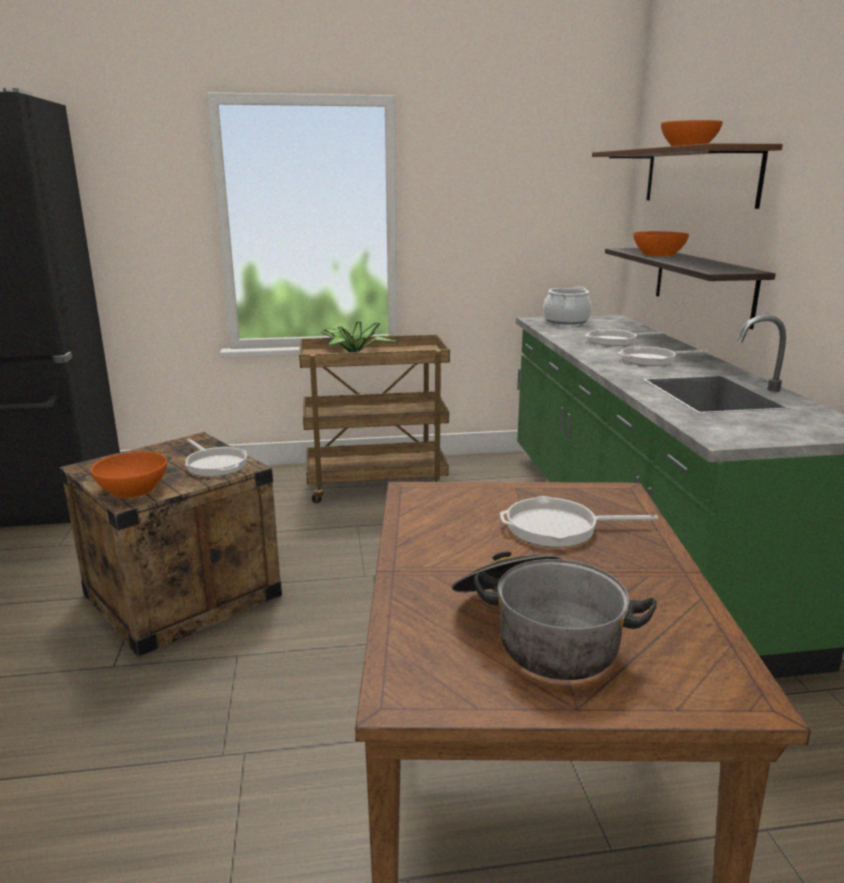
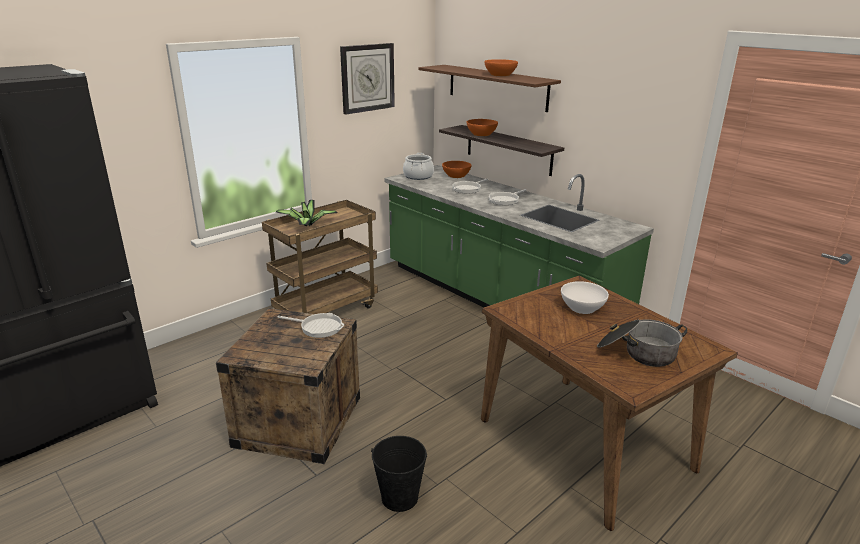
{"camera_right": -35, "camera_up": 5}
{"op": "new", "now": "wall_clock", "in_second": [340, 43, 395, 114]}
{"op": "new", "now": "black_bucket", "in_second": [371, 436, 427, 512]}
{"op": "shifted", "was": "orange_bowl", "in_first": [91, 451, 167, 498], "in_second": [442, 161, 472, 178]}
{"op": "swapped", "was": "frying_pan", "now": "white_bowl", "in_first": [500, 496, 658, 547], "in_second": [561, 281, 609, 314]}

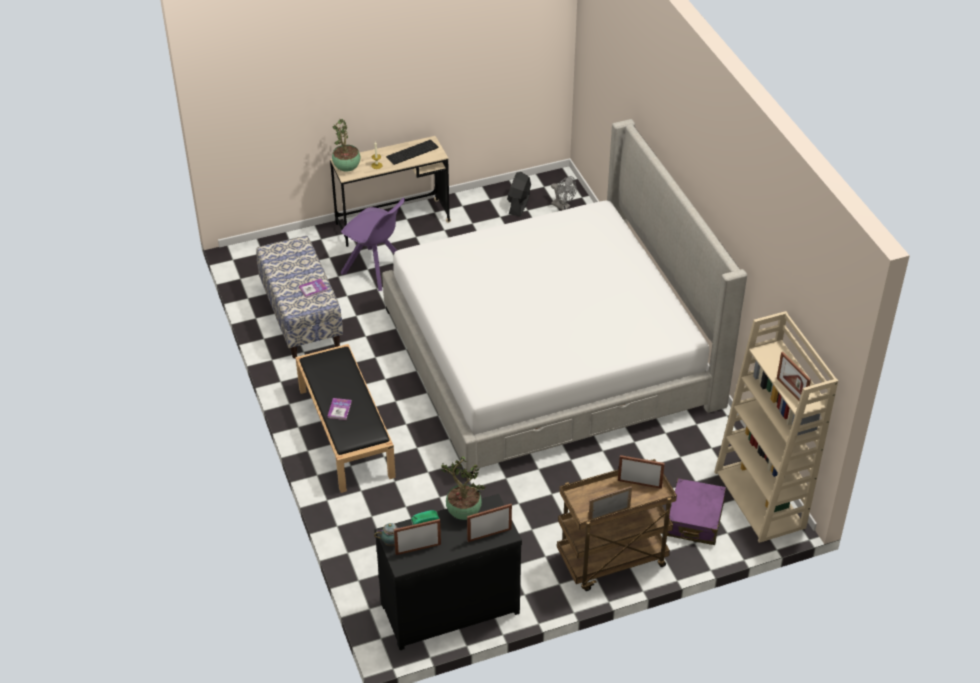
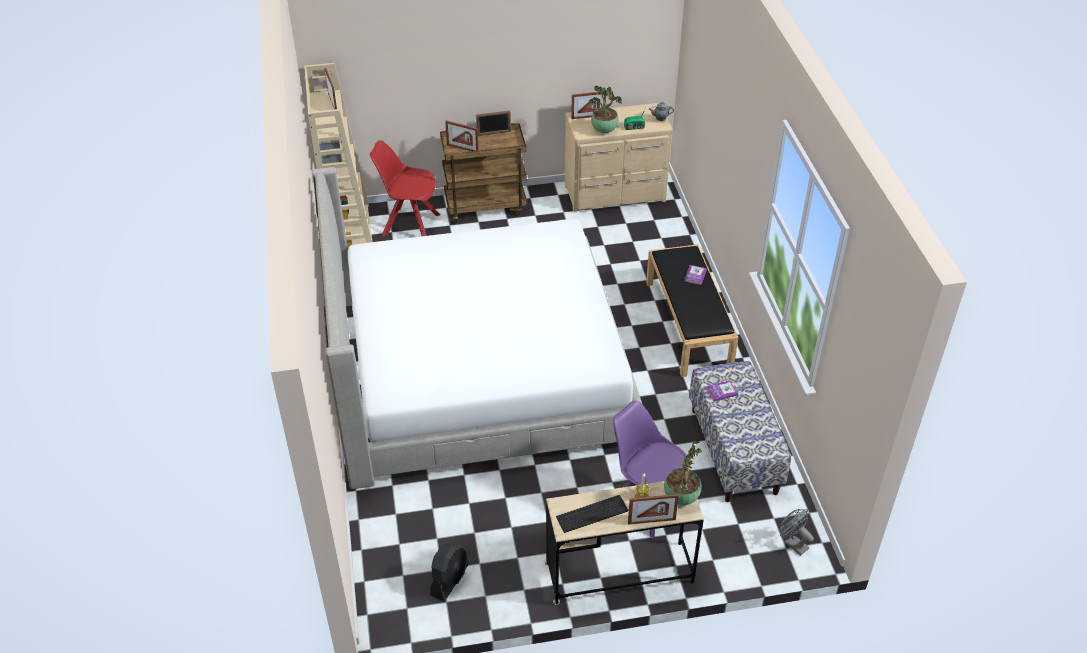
{"camera_right": -170, "camera_up": 0}
{"op": "swapped", "was": "purple_suitcase", "now": "red_chair", "in_first": [667, 478, 726, 545], "in_second": [370, 140, 440, 237]}
{"op": "repainted", "was": "black_dresser", "now": "beige_dresser", "in_first": [375, 494, 522, 650], "in_second": [565, 103, 673, 212]}
{"op": "shifted", "was": "picture_frame", "in_first": [394, 519, 441, 555], "in_second": [628, 494, 679, 525]}
{"op": "shifted", "was": "grey_fan", "in_first": [551, 176, 577, 210], "in_second": [780, 509, 814, 556]}

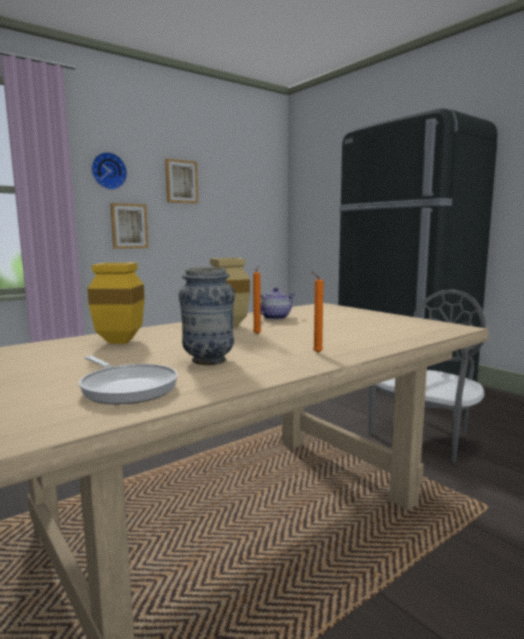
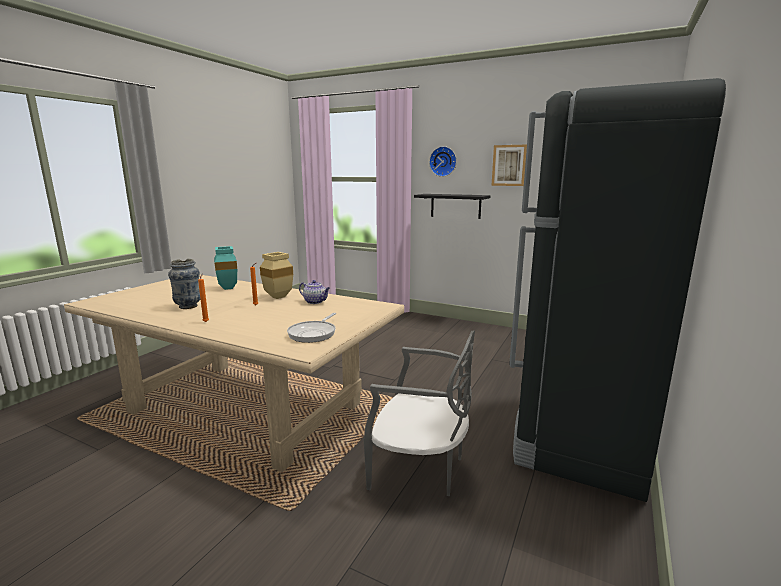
{"camera_right": 65, "camera_up": 5}
{"op": "repainted", "was": "yellow_vase", "now": "turquoise_vase", "in_first": [87, 263, 145, 344], "in_second": [214, 246, 237, 290]}
{"op": "shifted", "was": "frying_pan", "in_first": [79, 356, 178, 404], "in_second": [287, 313, 336, 343]}
{"op": "swapped", "was": "picture", "now": "black_shelf", "in_first": [110, 203, 149, 249], "in_second": [414, 194, 490, 219]}

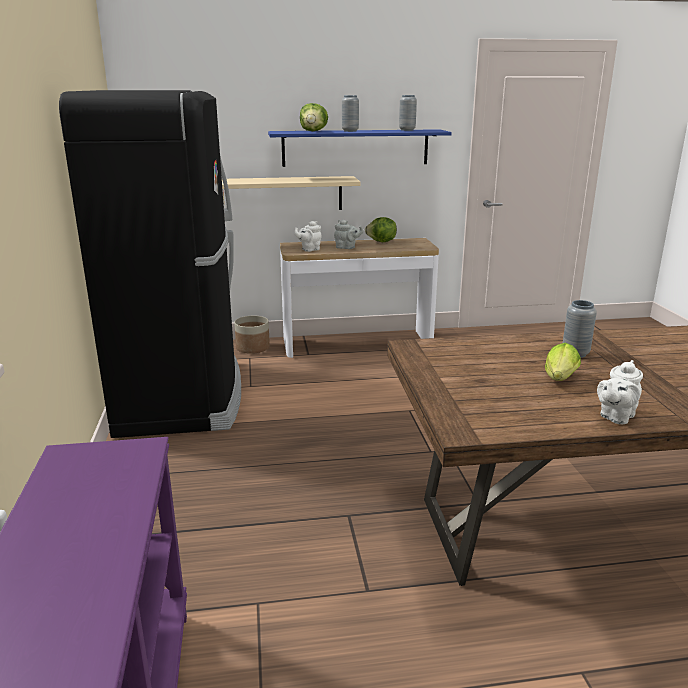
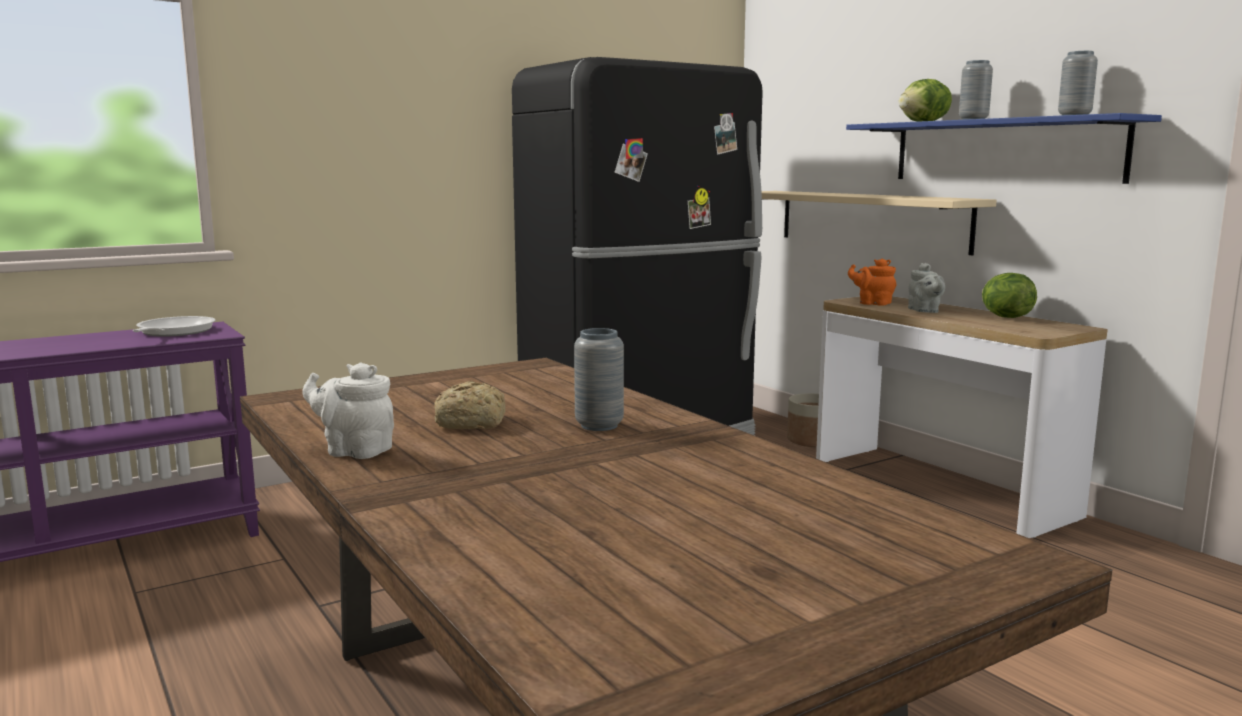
{"camera_right": 65, "camera_up": -10}
{"op": "new", "now": "frying_pan", "in_second": [133, 316, 216, 337]}
{"op": "swapped", "was": "lettuce", "now": "bread", "in_first": [545, 343, 581, 381], "in_second": [434, 381, 506, 429]}
{"op": "repainted", "was": "white_teapot", "now": "orange_teapot", "in_first": [295, 221, 321, 252], "in_second": [848, 259, 896, 306]}

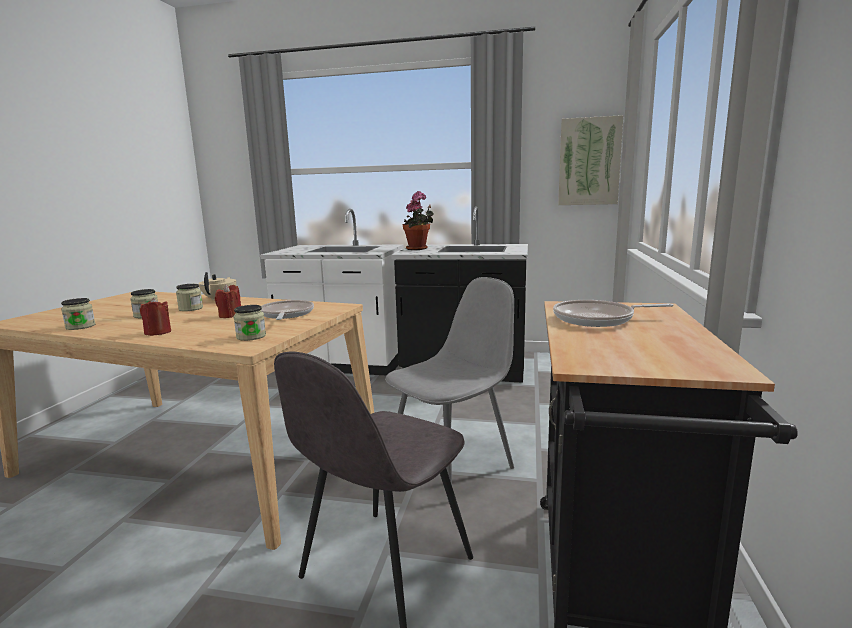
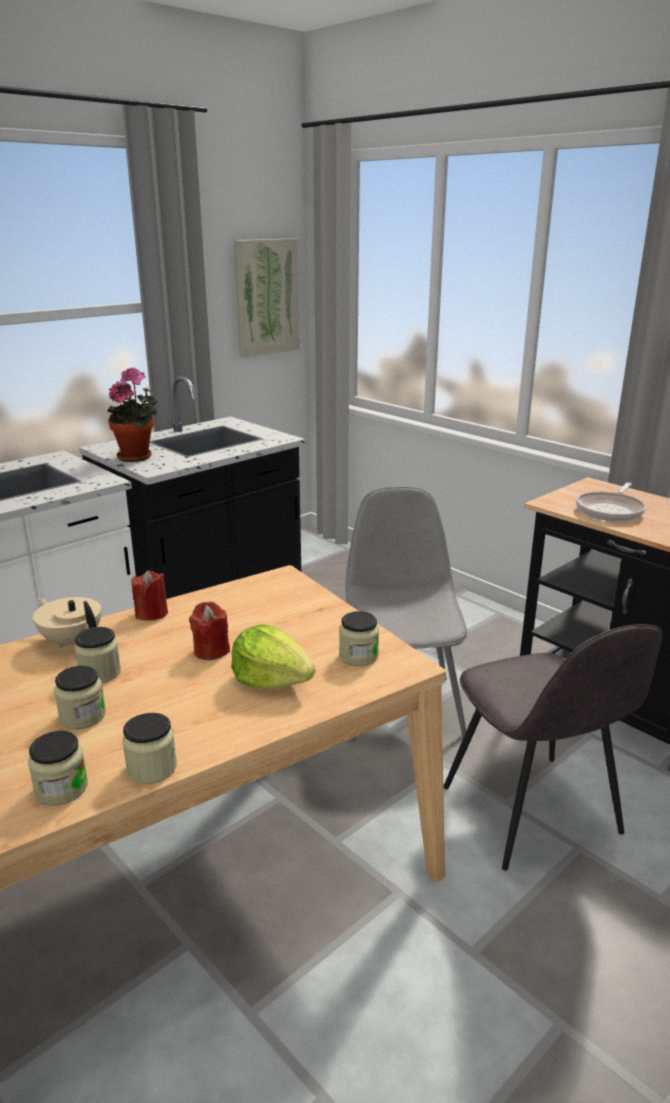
{"camera_right": -55, "camera_up": 10}
{"op": "new", "now": "jar", "in_second": [122, 713, 177, 784]}
{"op": "shifted", "was": "red_candle", "in_first": [140, 298, 171, 336], "in_second": [131, 570, 168, 621]}
{"op": "new", "now": "lettuce", "in_second": [231, 624, 315, 689]}
{"op": "gone", "was": "frying_pan", "in_first": [261, 300, 314, 320]}

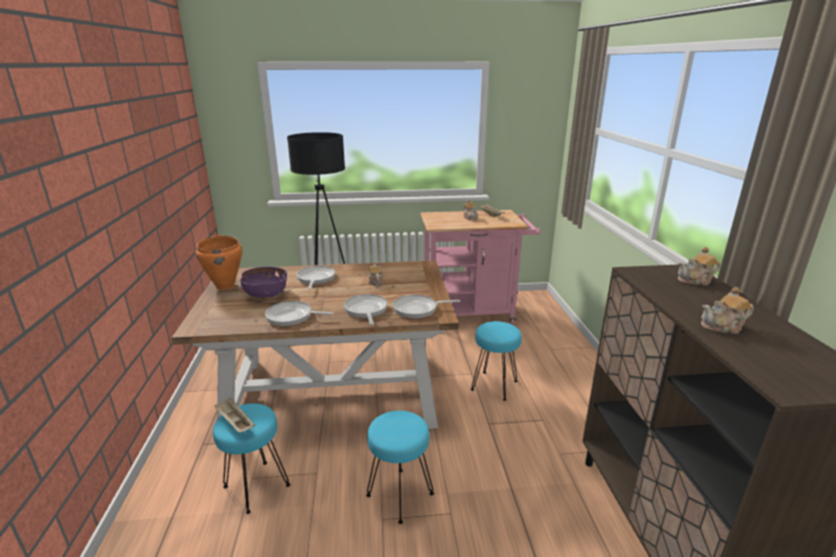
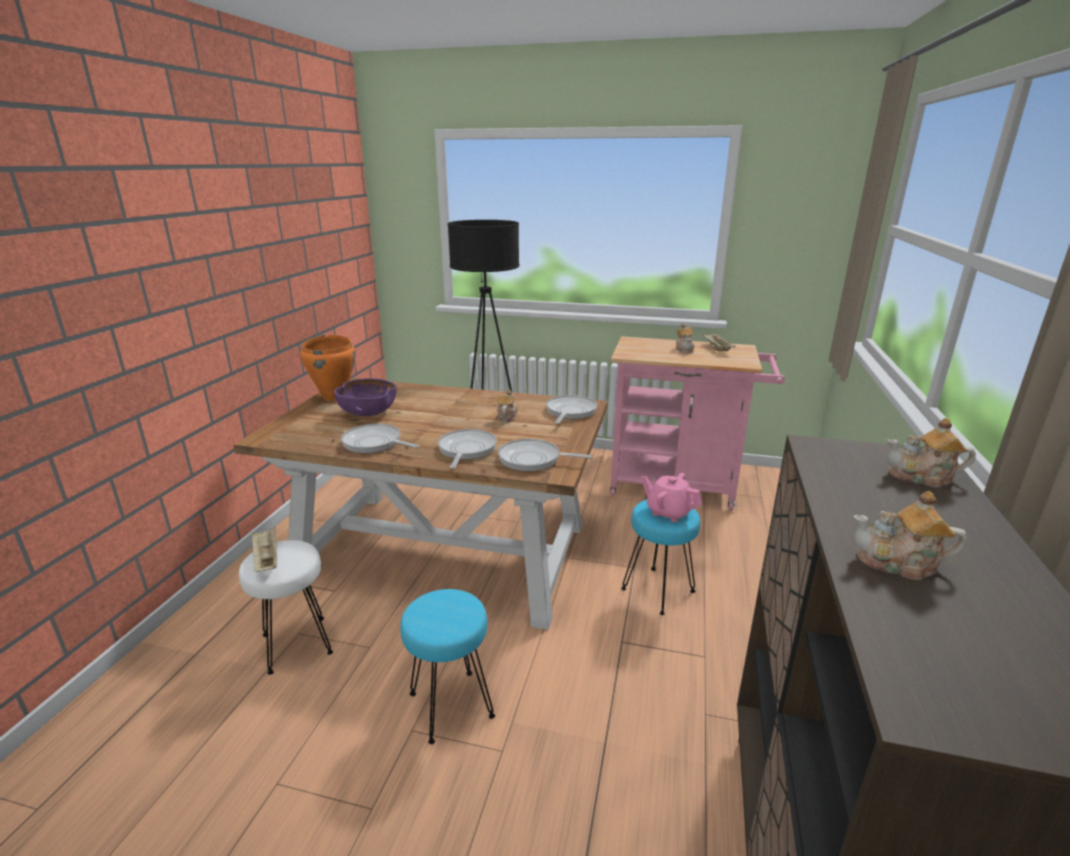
{"camera_right": 20, "camera_up": 0}
{"op": "repainted", "was": "turquoise_stool", "now": "white_stool", "in_first": [213, 403, 290, 514], "in_second": [239, 540, 333, 675]}
{"op": "shifted", "was": "frying_pan", "in_first": [297, 266, 335, 290], "in_second": [546, 395, 597, 424]}
{"op": "new", "now": "pink_teapot", "in_second": [641, 473, 702, 522]}

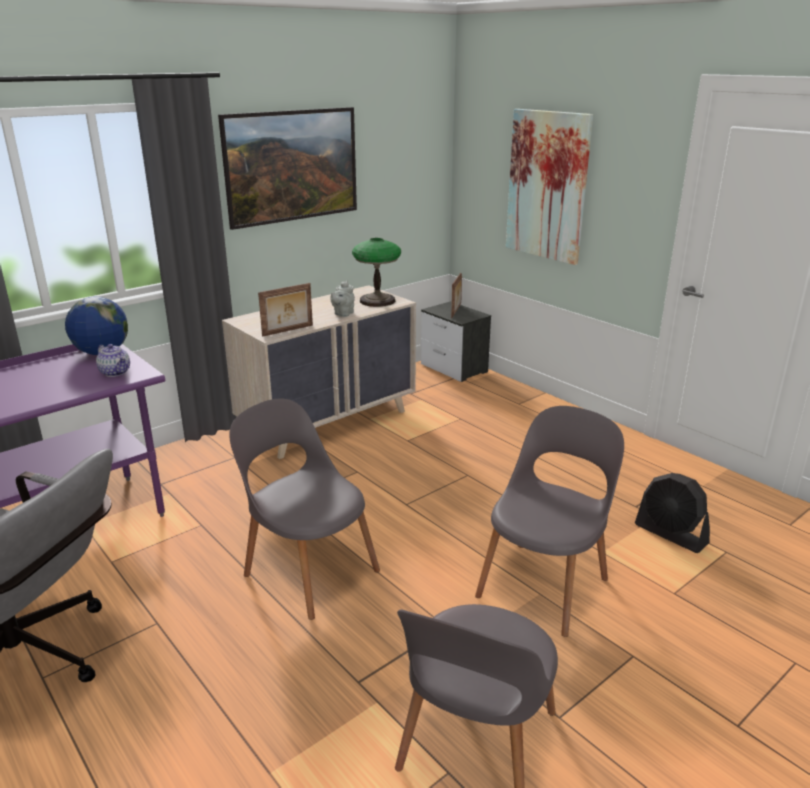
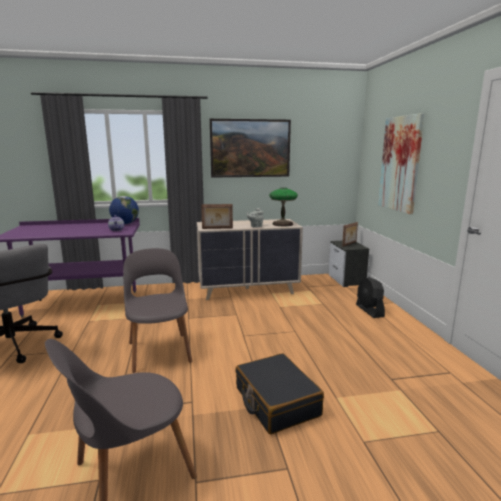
{"camera_right": 30, "camera_up": -10}
{"op": "swapped", "was": "grey_chair", "now": "black_suitcase", "in_first": [475, 406, 624, 637], "in_second": [235, 353, 324, 434]}
{"op": "shifted", "was": "black_fan", "in_first": [635, 473, 710, 553], "in_second": [356, 277, 385, 318]}

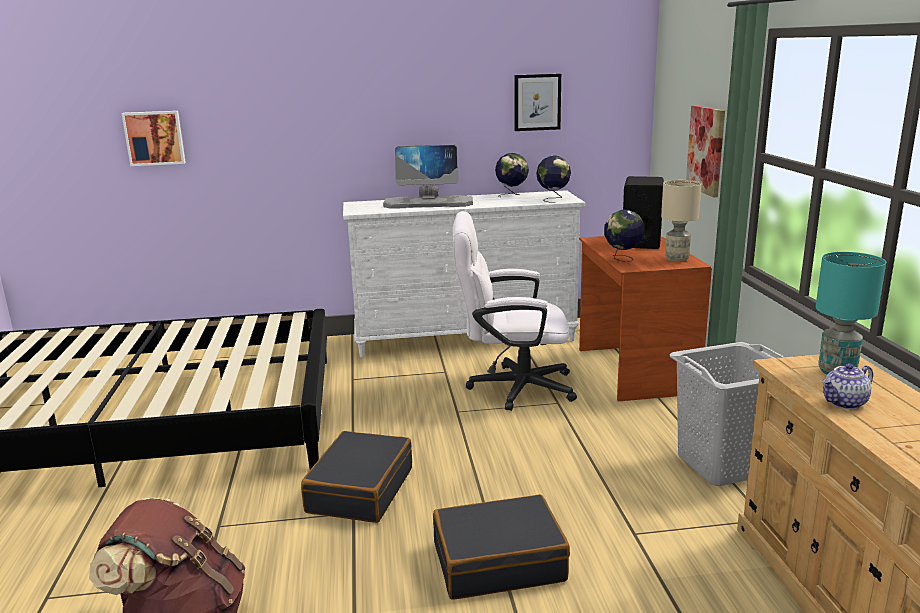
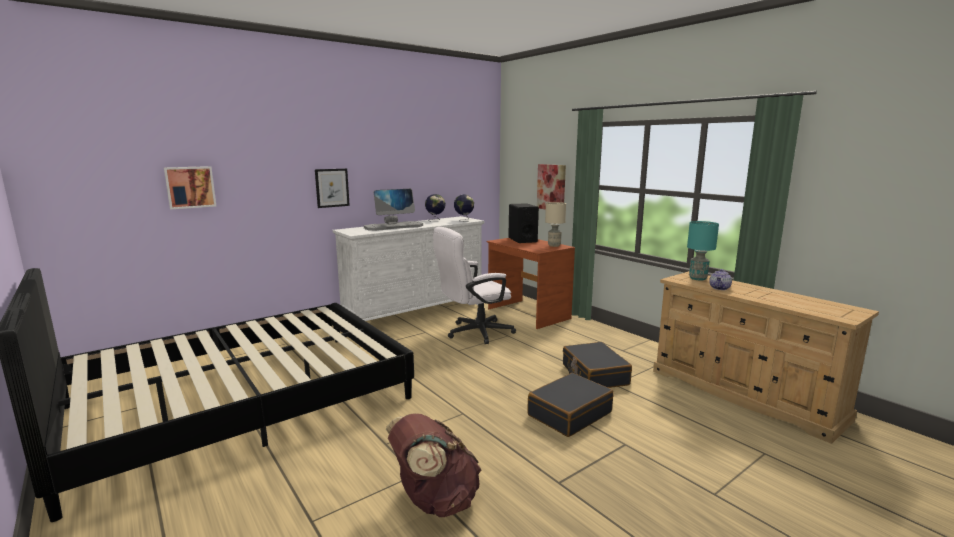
{"camera_right": -30, "camera_up": -5}
{"op": "shifted", "was": "picture", "in_first": [514, 74, 561, 131], "in_second": [315, 168, 350, 208]}
{"op": "shifted", "was": "black_suitcase", "in_first": [301, 431, 412, 523], "in_second": [563, 342, 632, 388]}
{"op": "gone", "was": "globe", "in_first": [604, 210, 645, 262]}
{"op": "gone", "was": "grey_laundry_basket", "in_first": [669, 342, 784, 486]}

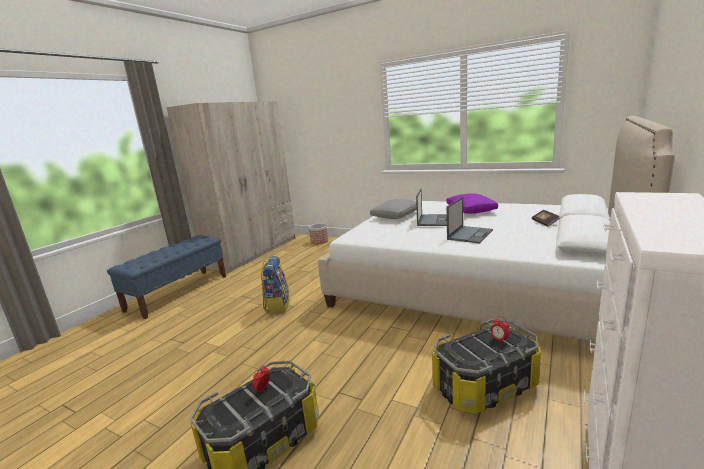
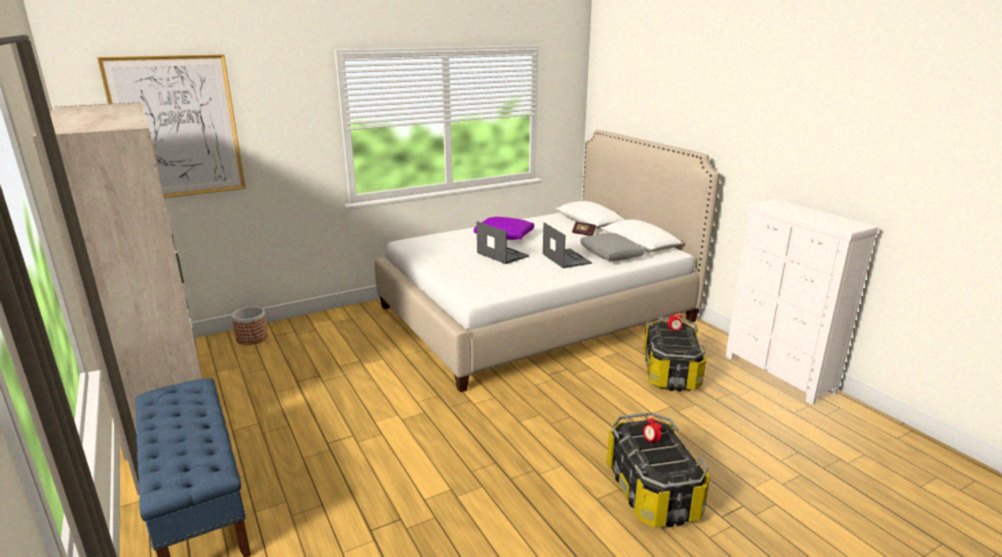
{"camera_right": -60, "camera_up": 5}
{"op": "new", "now": "picture", "in_second": [97, 54, 246, 198]}
{"op": "shifted", "was": "grey_pillow", "in_first": [370, 199, 417, 219], "in_second": [581, 233, 644, 261]}
{"op": "gone", "was": "backpack", "in_first": [261, 256, 289, 314]}

